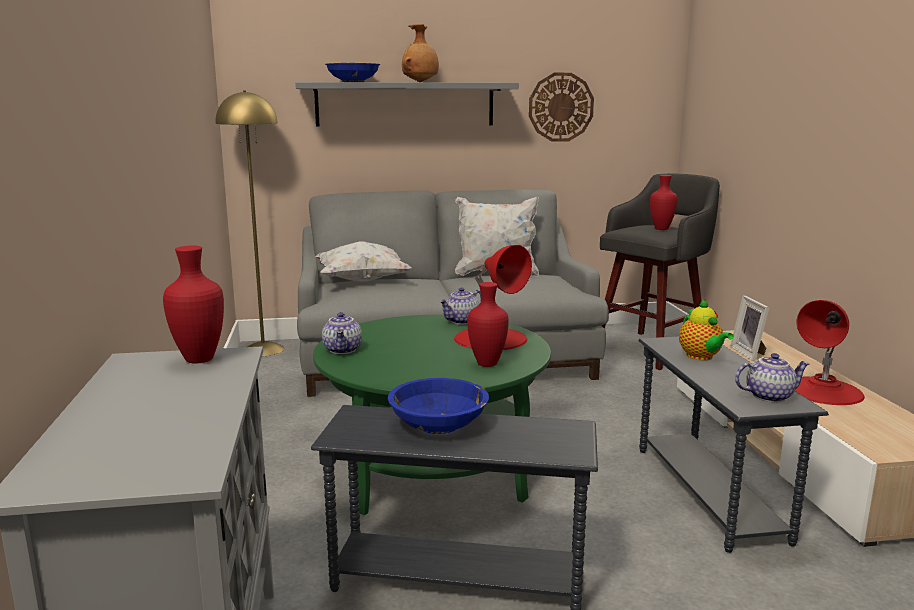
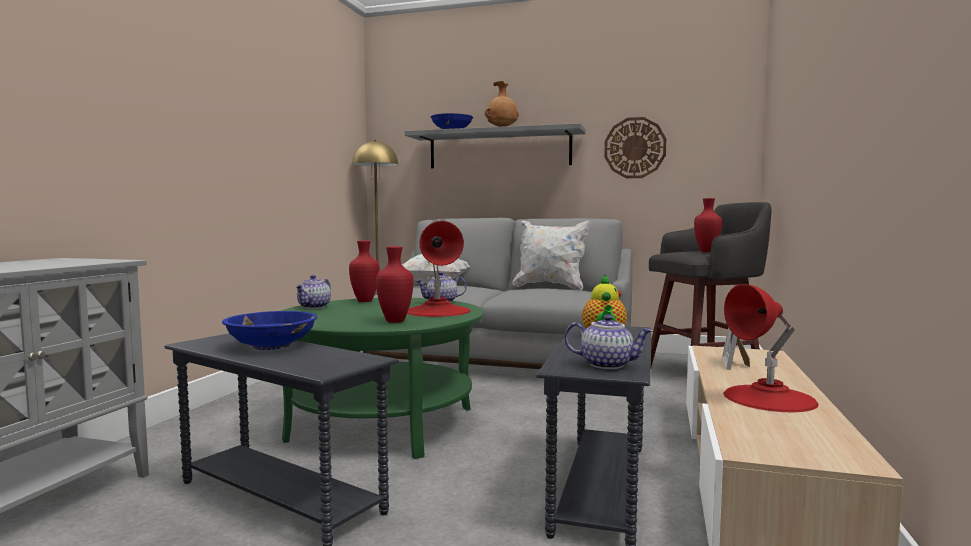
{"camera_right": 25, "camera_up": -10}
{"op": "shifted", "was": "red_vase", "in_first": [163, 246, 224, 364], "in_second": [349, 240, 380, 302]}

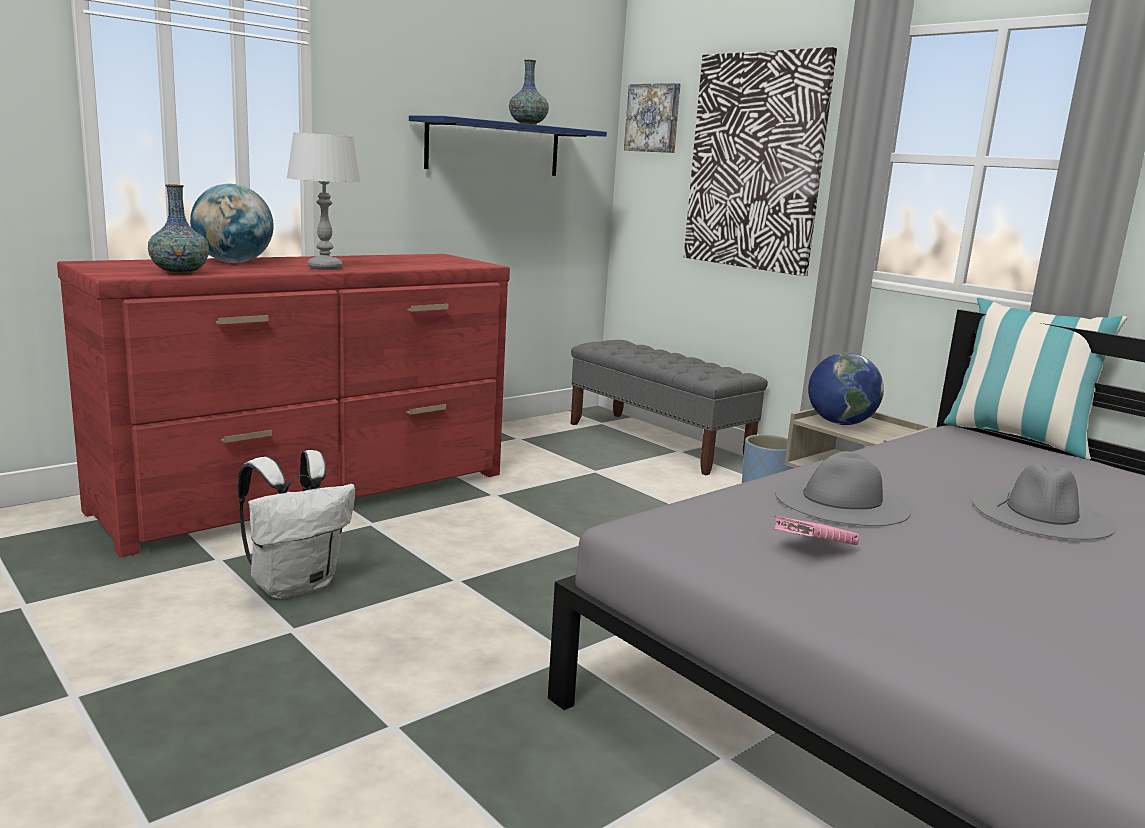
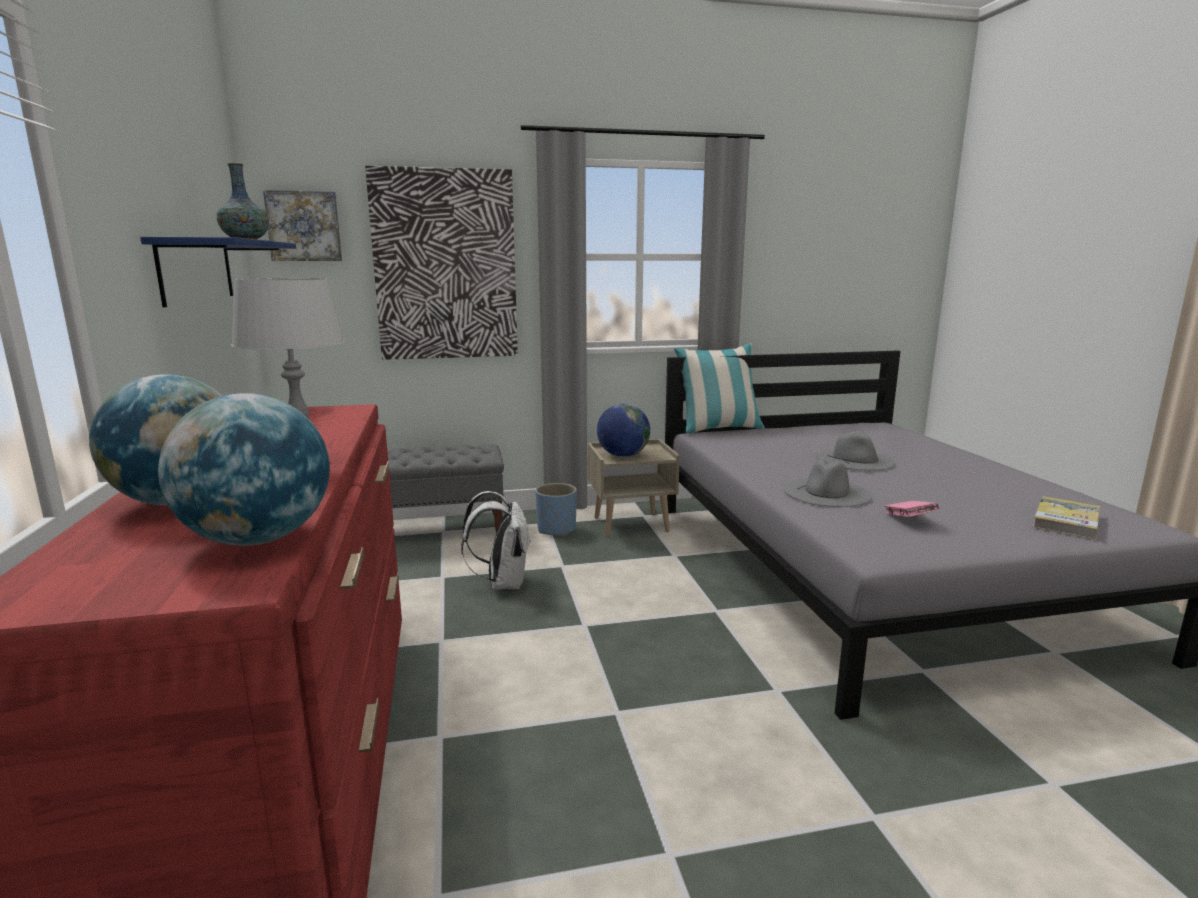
{"camera_right": -60, "camera_up": 0}
{"op": "swapped", "was": "vase", "now": "globe", "in_first": [148, 184, 209, 274], "in_second": [158, 393, 330, 546]}
{"op": "shifted", "was": "white_backpack", "in_first": [238, 450, 355, 599], "in_second": [461, 491, 531, 590]}
{"op": "new", "now": "book", "in_second": [1033, 496, 1100, 539]}

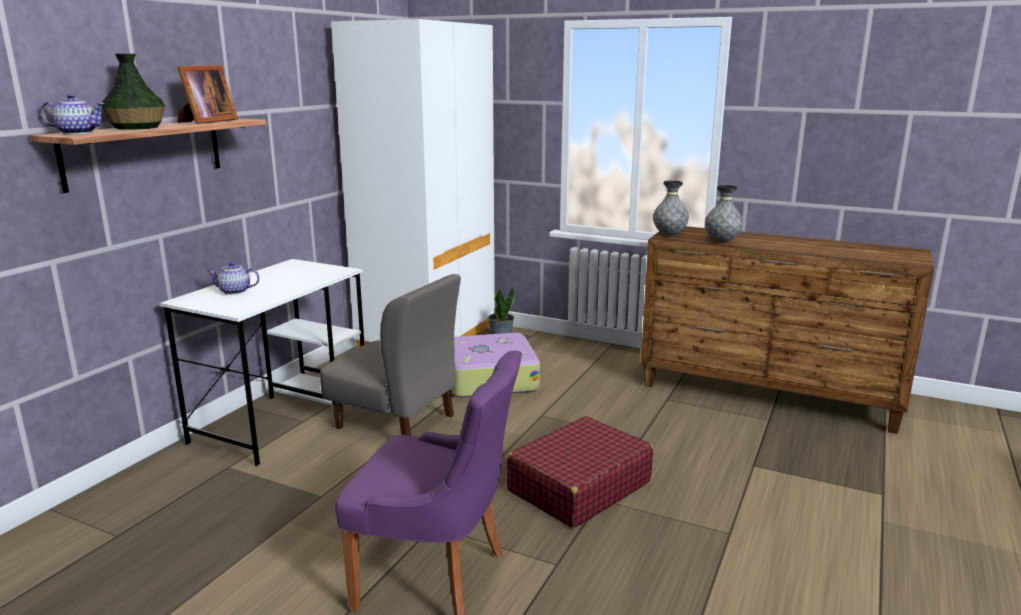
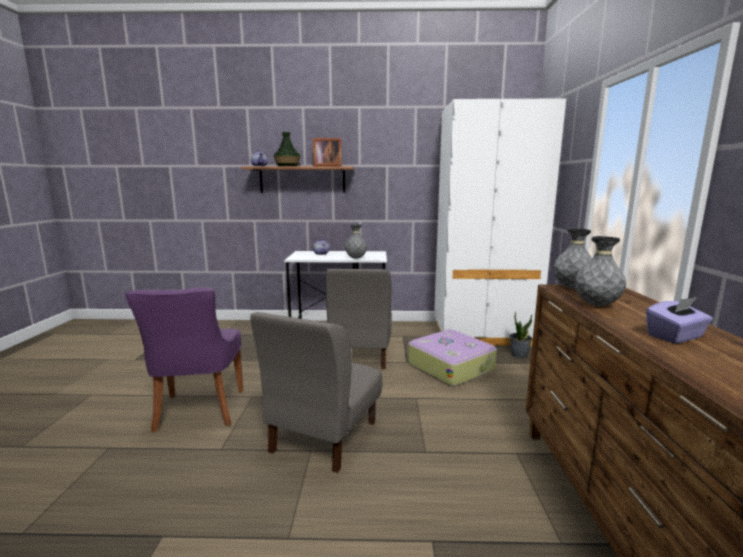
{"camera_right": 65, "camera_up": -5}
{"op": "swapped", "was": "red_suitcase", "now": "grey_chair", "in_first": [507, 416, 653, 528], "in_second": [250, 312, 382, 473]}
{"op": "new", "now": "grey_vase", "in_second": [345, 224, 367, 259]}
{"op": "new", "now": "purple_tissue_box", "in_second": [646, 297, 713, 344]}

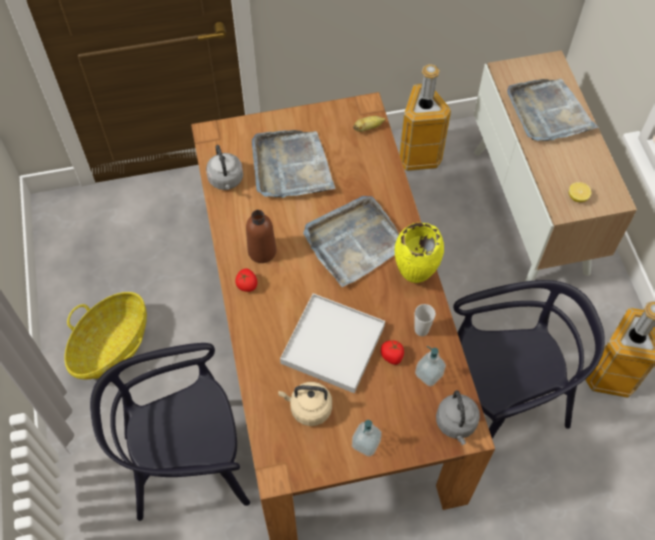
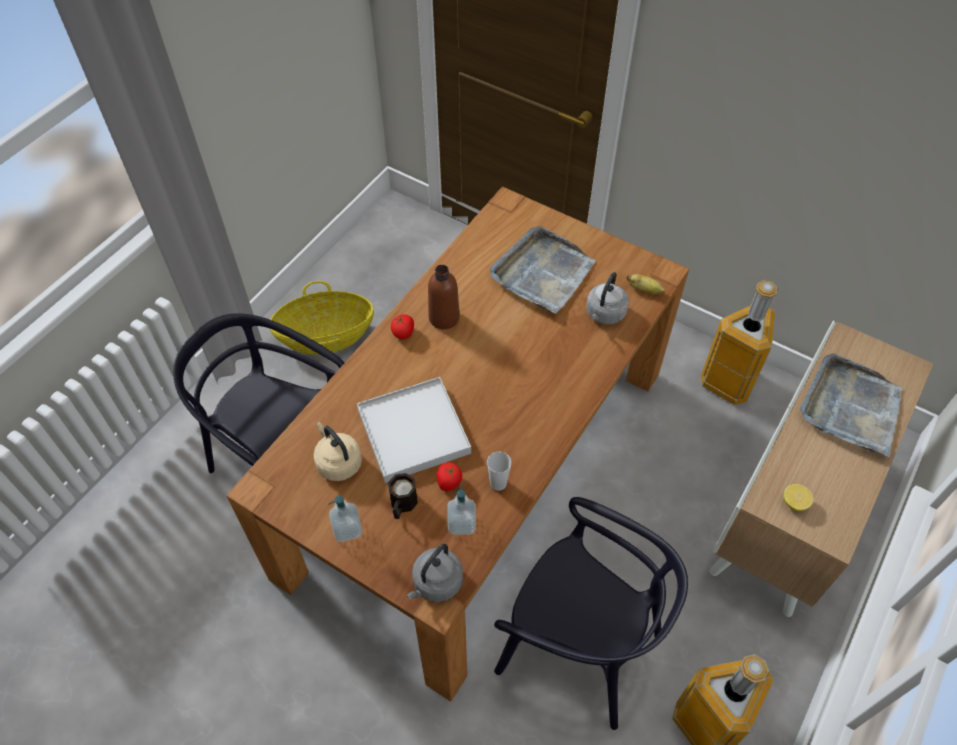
{"camera_right": 45, "camera_up": -5}
{"op": "new", "now": "black_mug", "in_second": [388, 473, 418, 519]}
{"op": "shifted", "was": "grey_kettle", "in_first": [206, 145, 243, 190], "in_second": [586, 272, 629, 325]}
{"op": "gone", "was": "grey_tray", "in_first": [303, 196, 399, 287]}
{"op": "gone", "was": "yellow_vase", "in_first": [395, 222, 444, 283]}

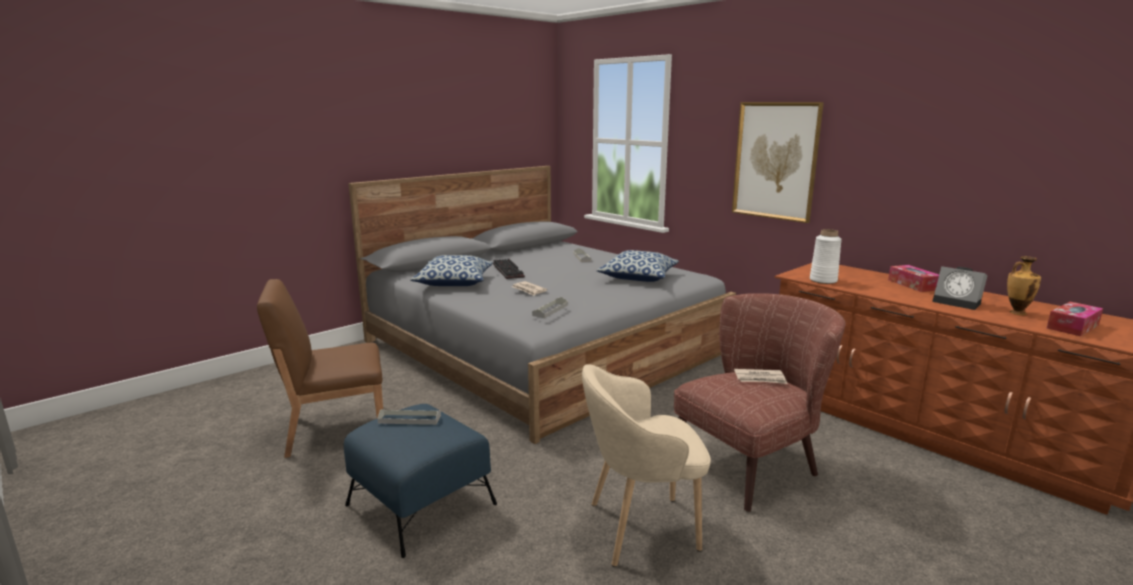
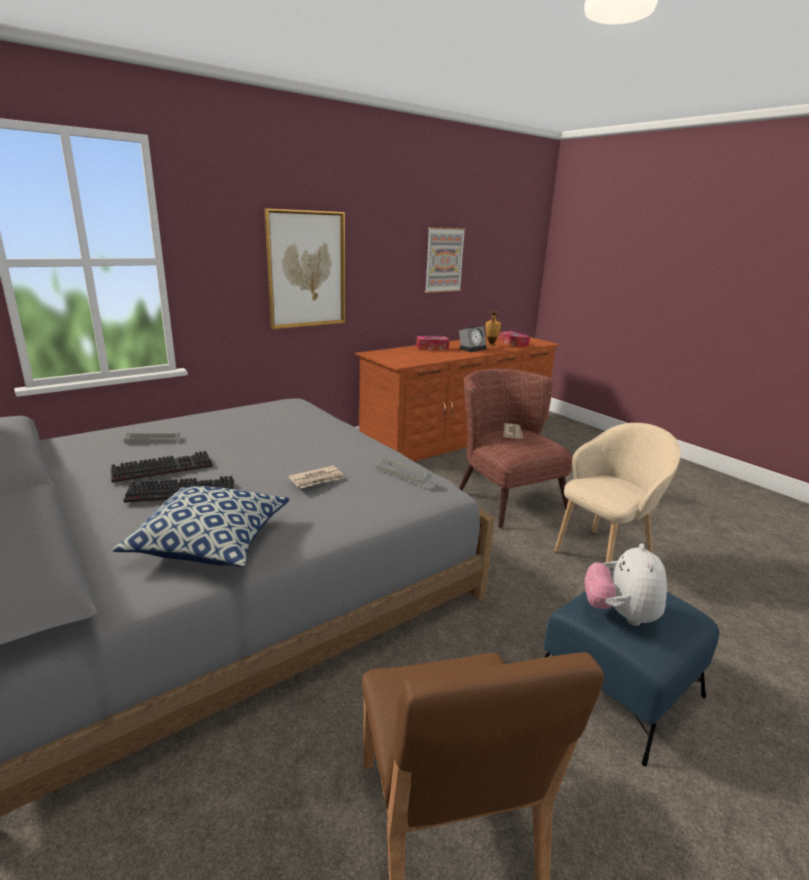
{"camera_right": -85, "camera_up": 5}
{"op": "new", "now": "keyboard", "in_second": [110, 451, 213, 483]}
{"op": "new", "now": "picture", "in_second": [425, 227, 466, 293]}
{"op": "rotated", "was": "beige_armchair", "in_first": [582, 364, 711, 567], "in_second": [554, 423, 681, 562], "clockwise": -120}
{"op": "swapped", "was": "grey_tray", "now": "plush_toy", "in_first": [377, 409, 441, 425], "in_second": [585, 543, 667, 626]}
{"op": "gone", "was": "pillow", "in_first": [596, 250, 679, 282]}
{"op": "gone", "was": "white_vase", "in_first": [810, 229, 842, 284]}

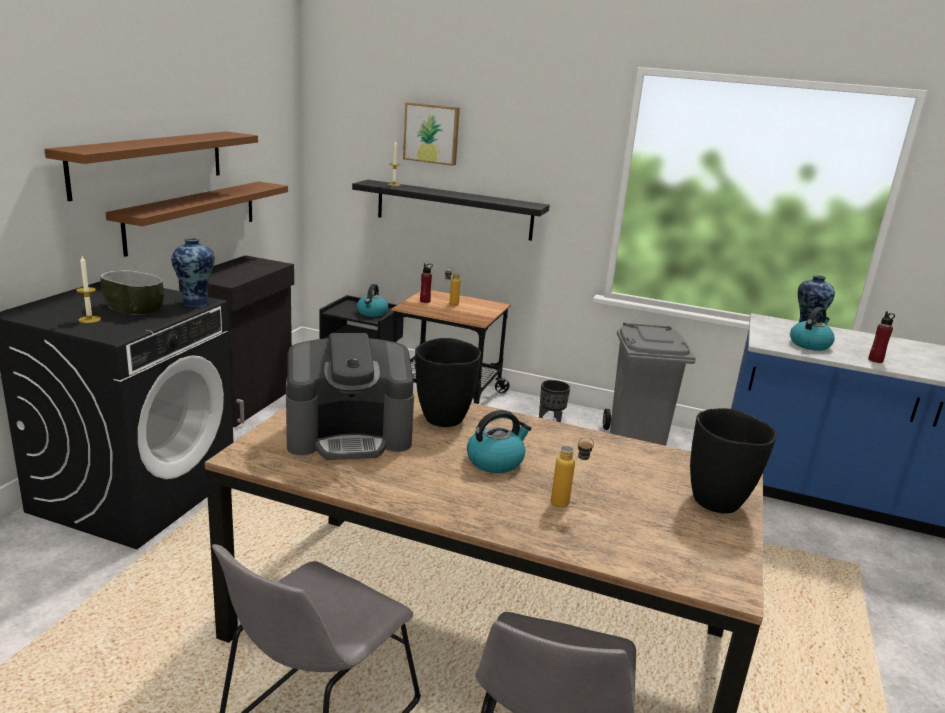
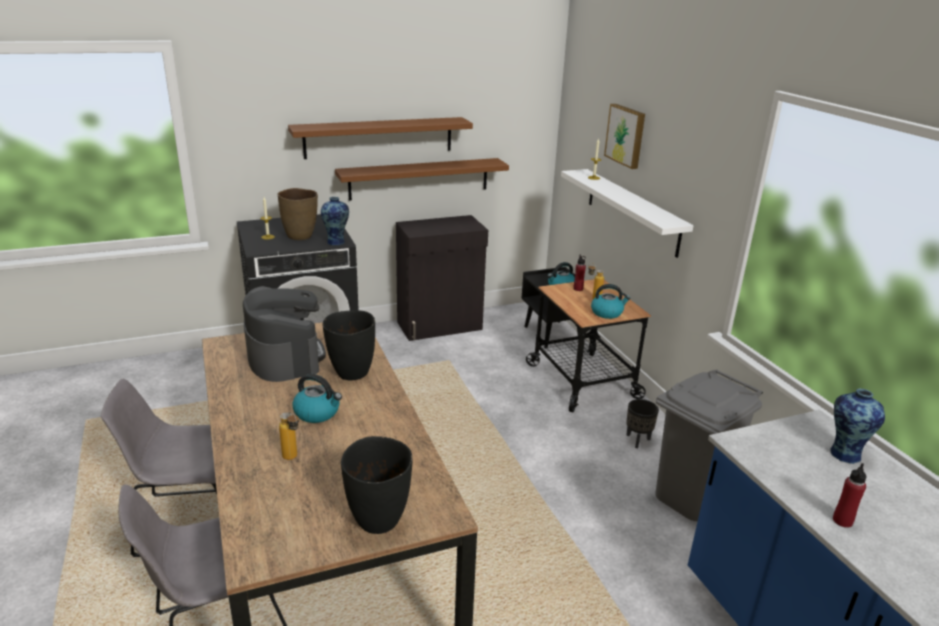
{"camera_right": 50, "camera_up": 5}
{"op": "rotated", "was": "coffee_machine", "in_first": [286, 333, 414, 460], "in_second": [243, 286, 326, 382], "clockwise": -150}
{"op": "swapped", "was": "bowl", "now": "brown_vase", "in_first": [100, 270, 164, 315], "in_second": [277, 188, 318, 240]}
{"op": "repainted", "was": "black_shelf", "now": "white_shelf", "in_first": [352, 180, 550, 241], "in_second": [561, 169, 694, 258]}
{"op": "shifted", "was": "kettle", "in_first": [790, 307, 835, 351], "in_second": [591, 284, 631, 319]}

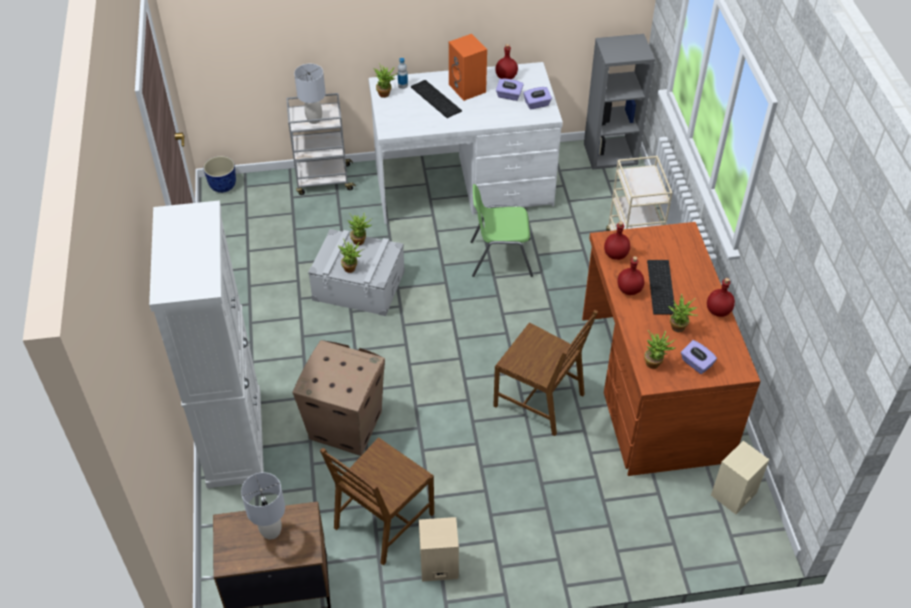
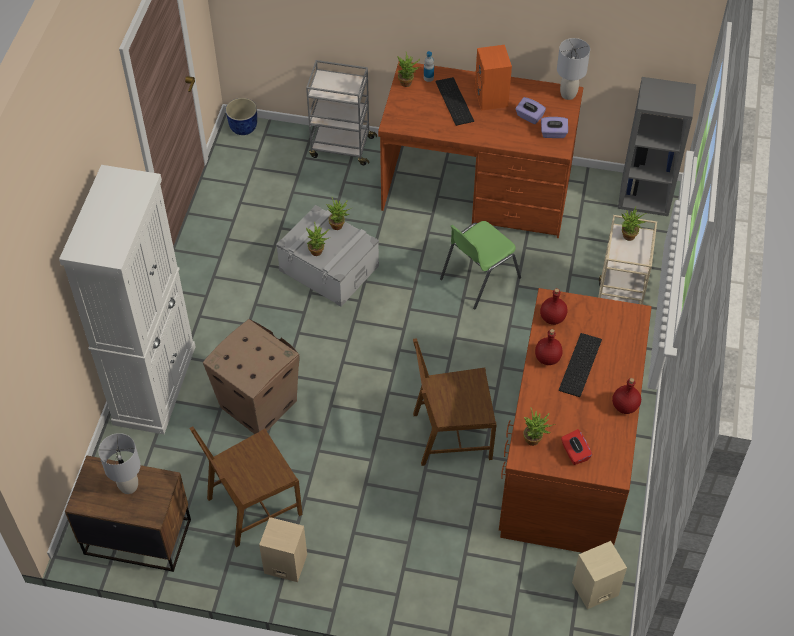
{"camera_right": 20, "camera_up": 5}
{"op": "repainted", "was": "white_desk", "now": "brown_desk", "in_first": [368, 62, 563, 224], "in_second": [378, 62, 583, 238]}
{"op": "rotated", "was": "brown_chair", "in_first": [493, 310, 598, 436], "in_second": [413, 338, 497, 466], "clockwise": 120}
{"op": "rotated", "was": "green_chair", "in_first": [471, 184, 533, 277], "in_second": [440, 221, 521, 310], "clockwise": -60}
{"op": "shifted", "was": "grey_table_lamp", "in_first": [294, 64, 326, 124], "in_second": [557, 38, 590, 100]}
{"op": "repainted", "was": "purple_tissue_box", "now": "red_tissue_box", "in_first": [681, 340, 717, 374], "in_second": [561, 429, 592, 465]}
{"op": "shifted", "was": "potted_plant", "in_first": [668, 294, 699, 332], "in_second": [622, 206, 646, 241]}
{"op": "gone", "was": "red_bottle", "in_first": [495, 44, 518, 79]}

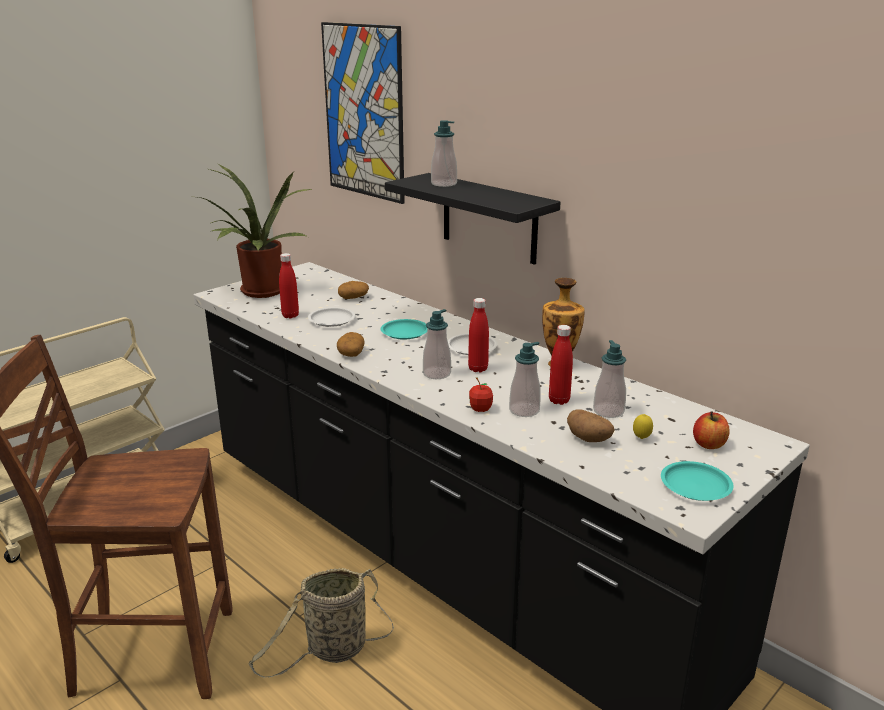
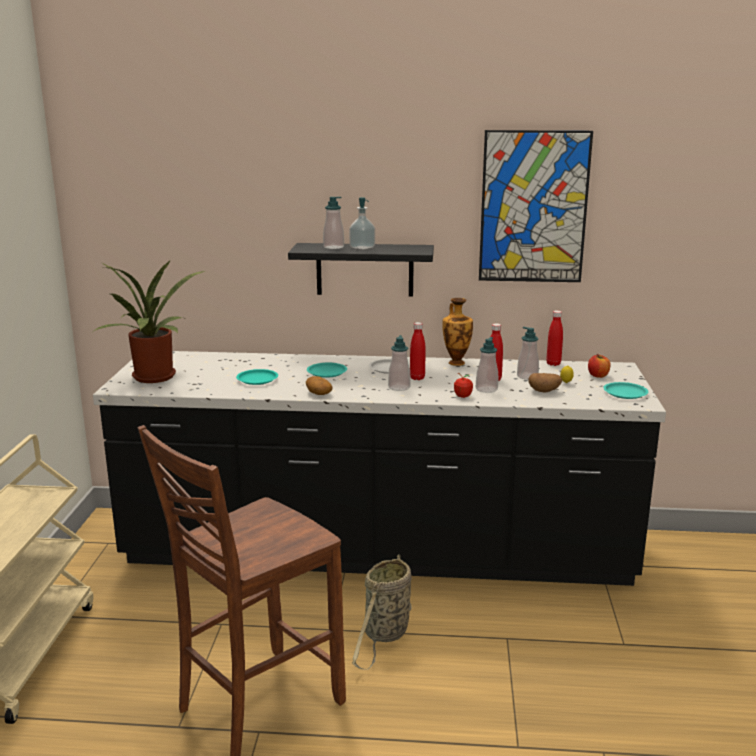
{"camera_right": -40, "camera_up": -5}
{"op": "repainted", "was": "white_plate", "now": "turquoise_plate", "in_first": [308, 307, 355, 327], "in_second": [236, 369, 278, 385]}
{"op": "new", "now": "soap_dispenser", "in_second": [349, 197, 375, 250]}
{"op": "shifted", "was": "picture", "in_first": [321, 22, 405, 204], "in_second": [479, 130, 593, 282]}
{"op": "shifted", "was": "red_bottle", "in_first": [279, 253, 299, 319], "in_second": [546, 310, 563, 366]}
{"op": "gone", "was": "potato", "in_first": [338, 281, 369, 299]}

